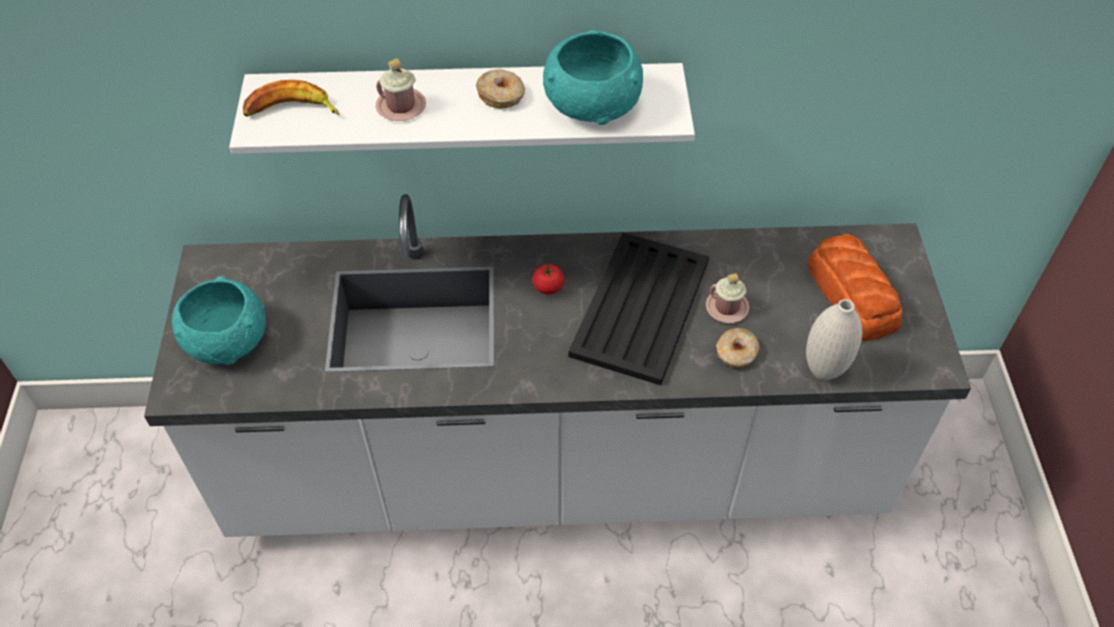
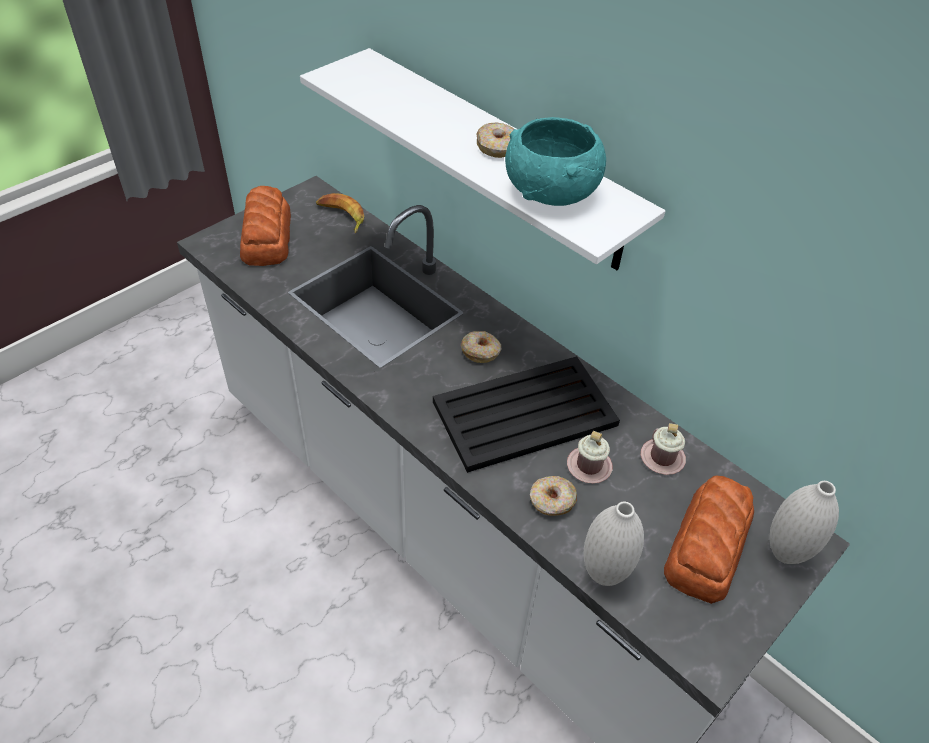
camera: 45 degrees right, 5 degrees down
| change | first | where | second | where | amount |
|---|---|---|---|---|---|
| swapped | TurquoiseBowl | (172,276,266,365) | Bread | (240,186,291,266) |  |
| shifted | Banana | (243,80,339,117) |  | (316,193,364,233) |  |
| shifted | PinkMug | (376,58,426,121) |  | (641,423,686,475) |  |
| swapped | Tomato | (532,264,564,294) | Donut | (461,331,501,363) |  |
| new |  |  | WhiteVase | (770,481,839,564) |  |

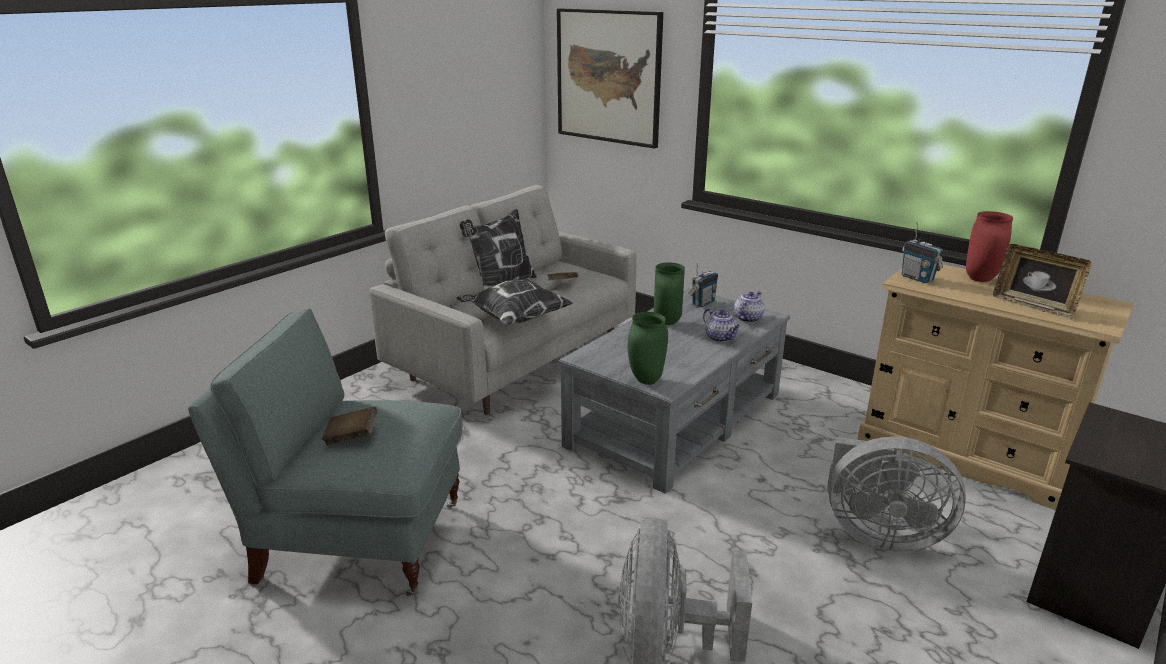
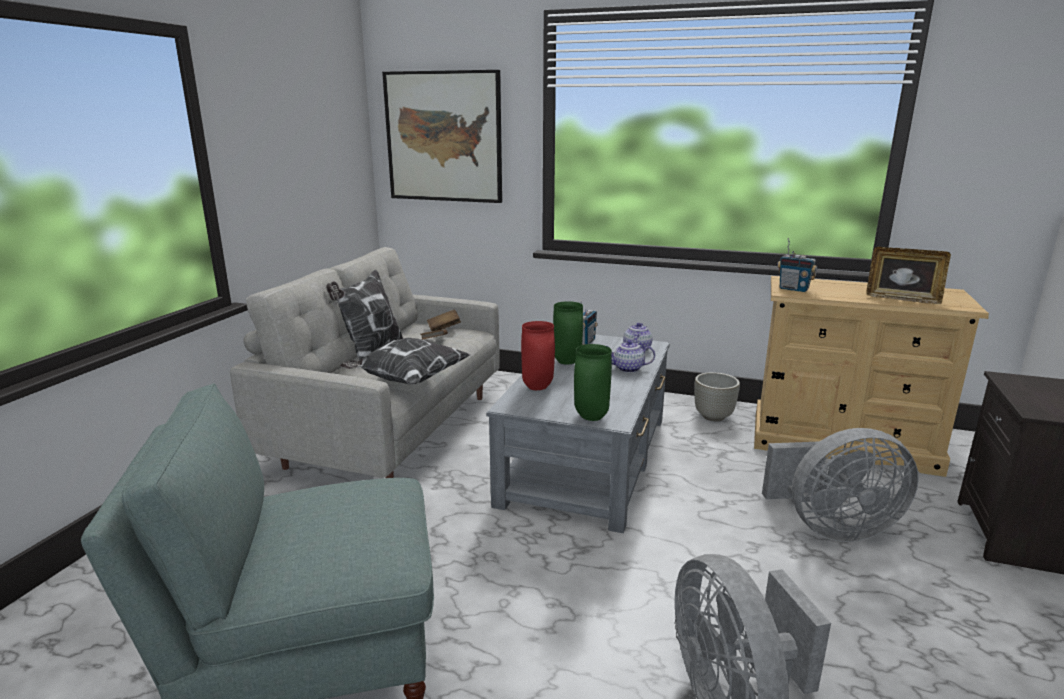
camera: 20 degrees left, 5 degrees down
| change | first | where | second | where | amount |
|---|---|---|---|---|---|
| shifted | BrownBook | (322,407,377,445) |  | (427,309,461,331) |  |
| rotated | Teapot | (703,309,741,342) |  | (607,340,655,373) | 150 degrees clockwise |
| shifted | RedVase | (966,211,1013,282) |  | (521,321,555,390) |  |
| new |  |  | GreyPlanter | (694,372,740,421) |  |

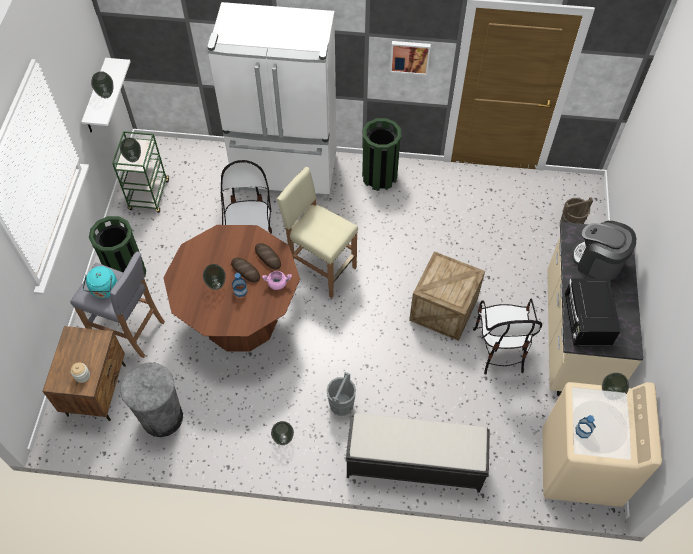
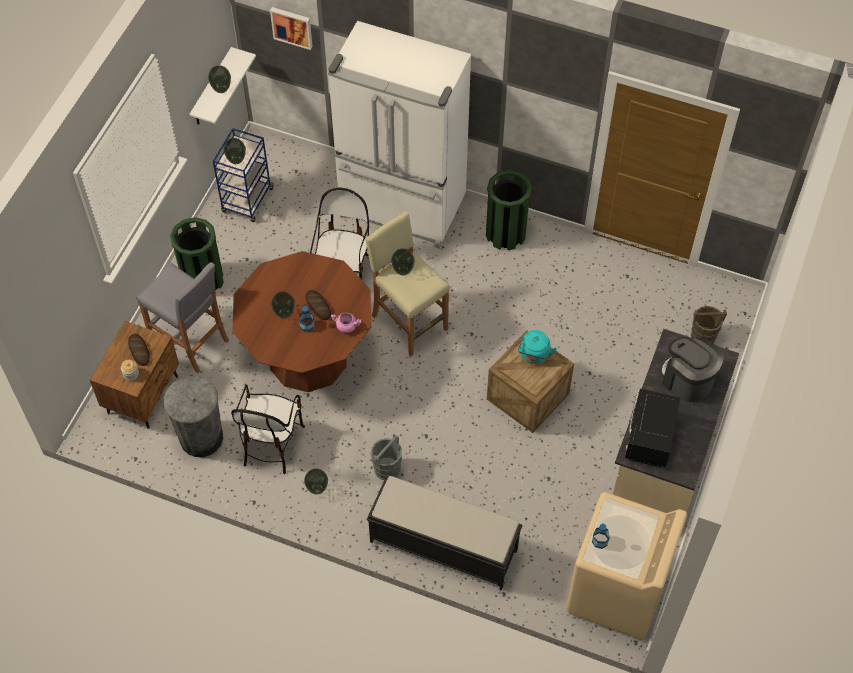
camera: 15 degrees right, 0 degrees up
| change | first | where | second | where | amount |
|---|---|---|---|---|---|
| shifted | TurquoiseKettle | (83,266,117,299) |  | (518,330,557,364) |  |
| repainted | GreenCart | (112,131,169,213) | BlueCart | (213,128,275,222) |  |
| shifted | Bread | (255,243,281,270) |  | (128,334,150,366) |  |
| shifted | Picture | (390,41,431,75) |  | (270,7,313,50) |  |
| shifted | Chair | (473,299,542,375) |  | (231,385,305,474) |  |
| shifted | Vase | (602,373,629,400) |  | (391,248,415,276) |  |

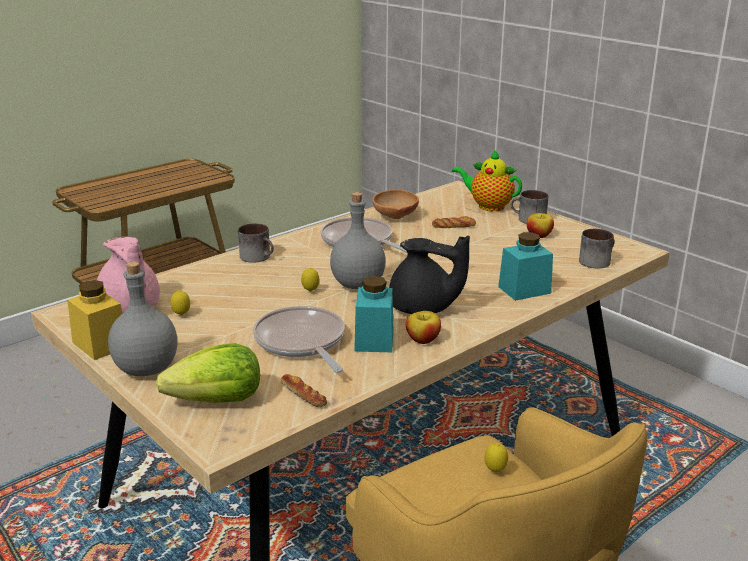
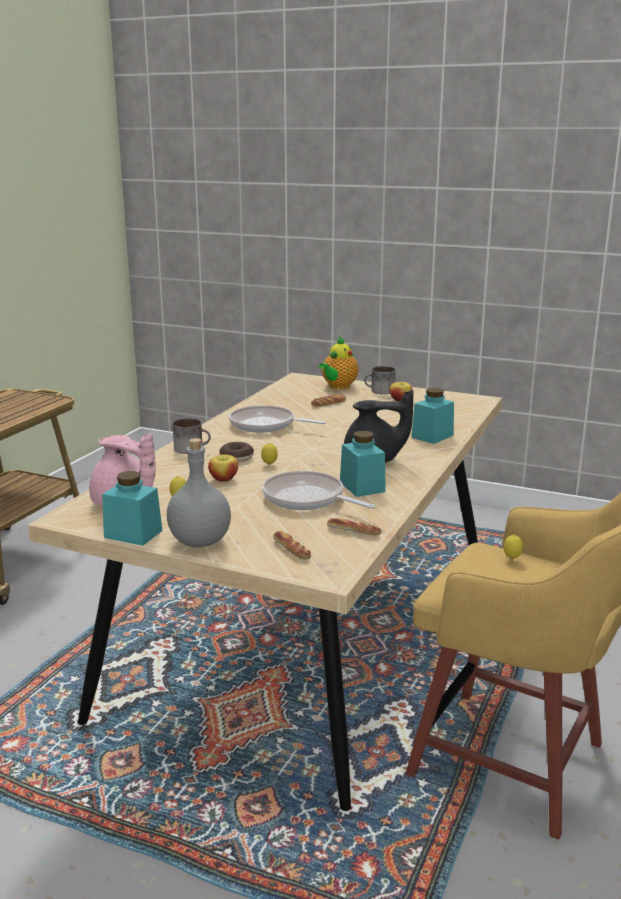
camera: 25 degrees left, 5 degrees down
| change | first | where | second | where | amount |
|---|---|---|---|---|---|
| repainted | YellowJar | (67,280,123,360) | TurquoiseJar | (102,471,163,546) |  |
| swapped | Lettuce | (156,343,260,403) | Bread | (273,531,311,560) |  |
| gone | GreyBottle | (330,192,386,289) |  |  |  |
| gone | BrownBowl | (373,190,419,219) |  |  |  |
| shifted | Apple | (406,311,441,344) |  | (208,454,238,482) |  |
| rotated | Teapot | (452,150,522,211) |  | (319,336,358,389) | 60 degrees counterclockwise |
| gone | Mug | (579,229,615,268) |  |  |  |
| new |  |  | Donut | (219,442,254,462) |  |

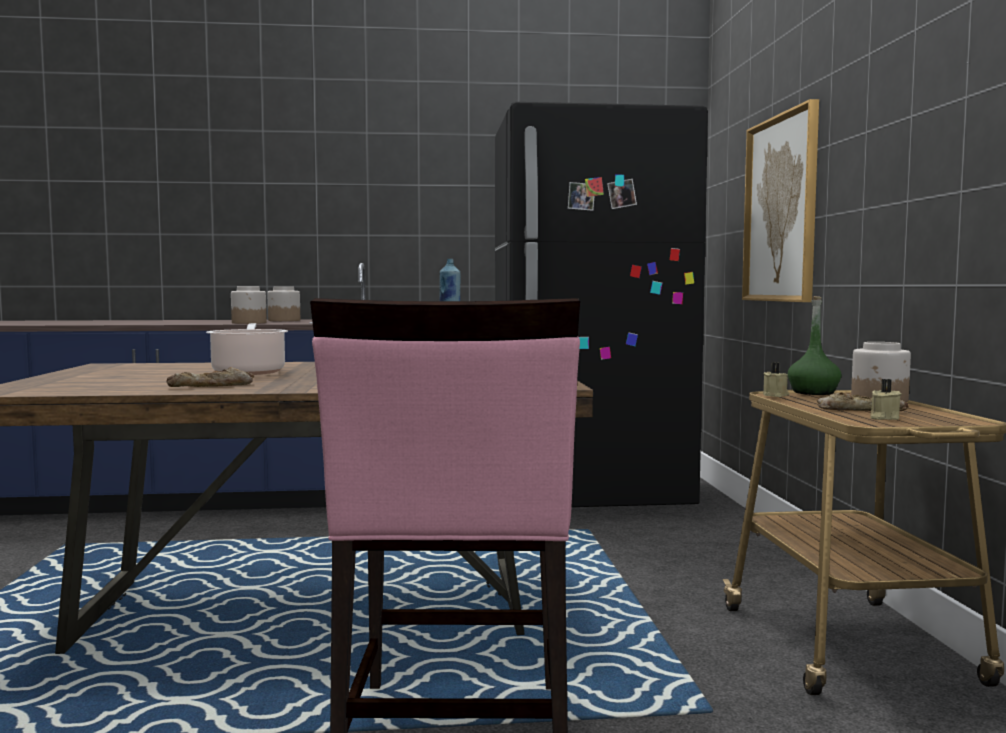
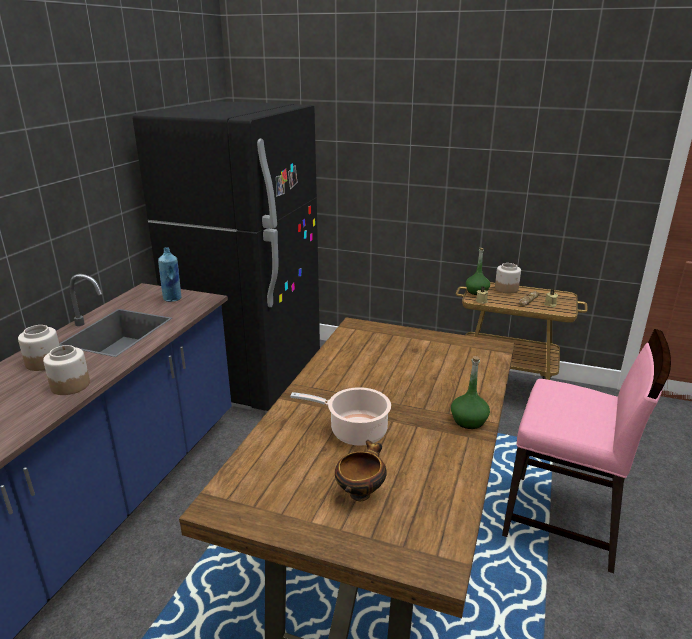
camera: 65 degrees left, 20 degrees up
| change | first | where | second | where | amount |
|---|---|---|---|---|---|
| gone | Bread | (166,367,254,387) |  |  |  |
| gone | Picture | (742,99,819,302) |  |  |  |
| new |  |  | Bowl | (335,440,387,501) |  |
| new |  |  | GreenBottle | (451,356,490,429) |  |

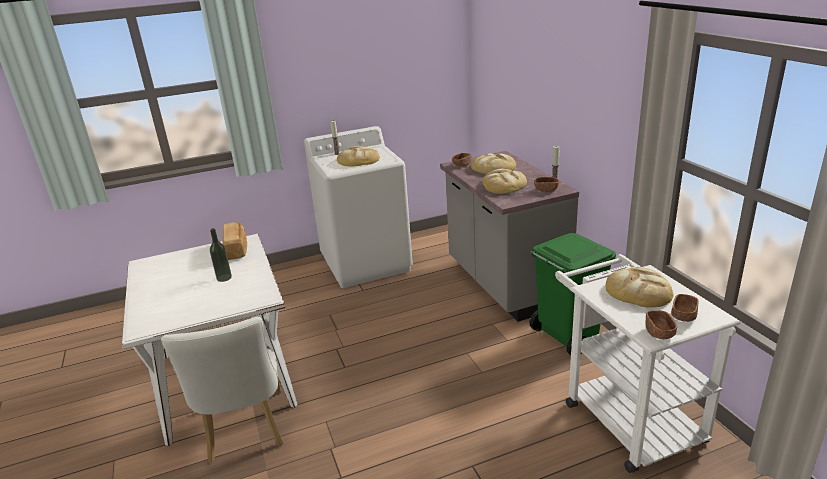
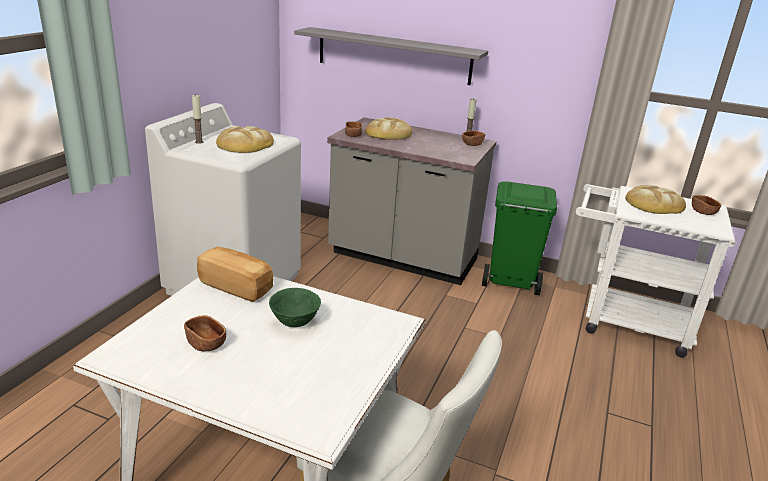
camera: 50 degrees left, 0 degrees up
| change | first | where | second | where | amount |
|---|---|---|---|---|---|
| swapped | Bottle | (210,228,232,282) | GreenBowl | (269,288,321,327) |  |
| gone | Bread | (483,169,527,194) |  |  |  |
| shifted | BrownBowl | (645,310,677,339) |  | (184,315,226,351) |  |
| new |  |  | GreyShelf | (294,27,488,85) |  |

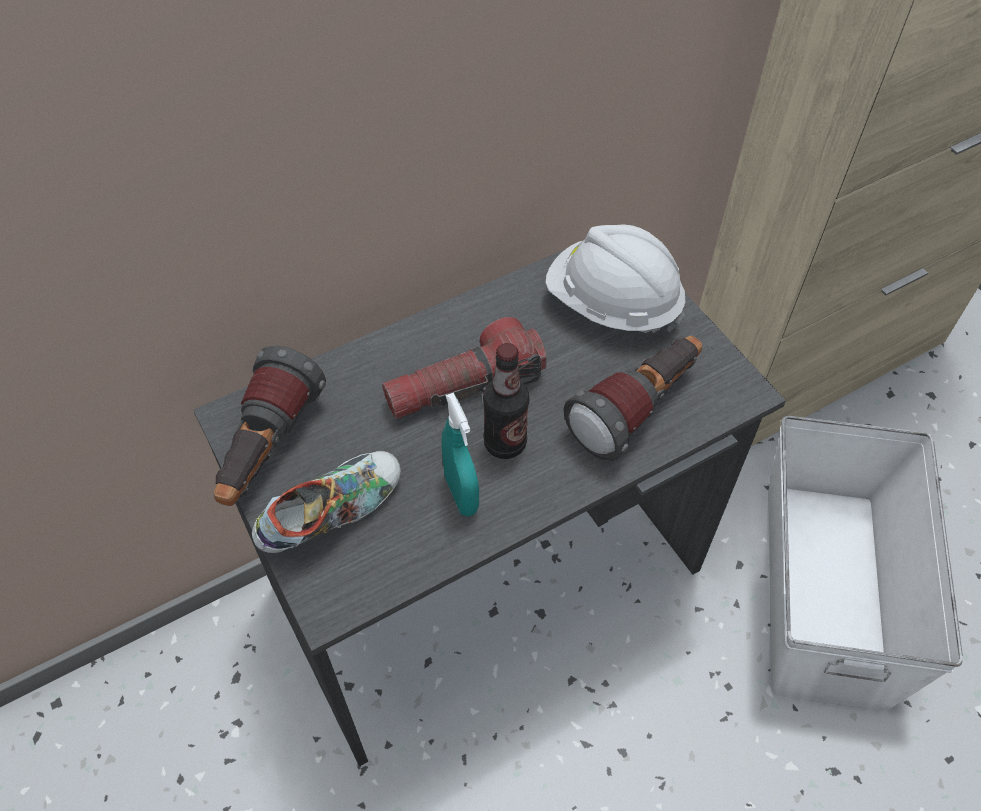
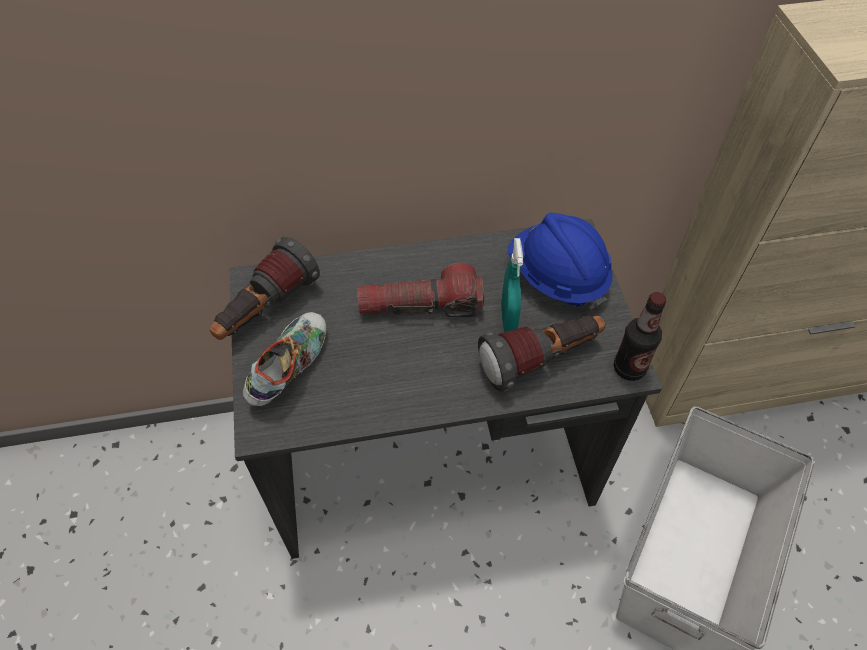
camera: 20 degrees right, 0 degrees up
| change | first | where | second | where | amount |
|---|---|---|---|---|---|
| rotated | Shoe | (252,451,401,553) |  | (243,312,327,406) | 45 degrees counterclockwise |
| shifted | TurquoiseSprayBottle | (441,393,479,517) |  | (501,238,523,332) |  |
| shifted | Bottle | (483,343,529,459) |  | (614,292,667,381) |  |
| repainted | WhiteHardHat | (546,224,685,333) | BlueHardHat | (508,213,612,309) |  |

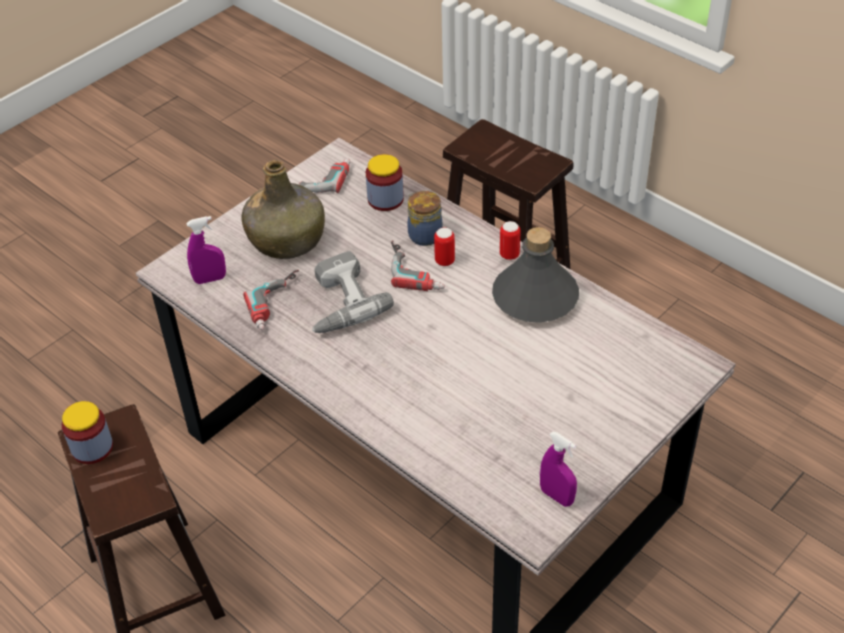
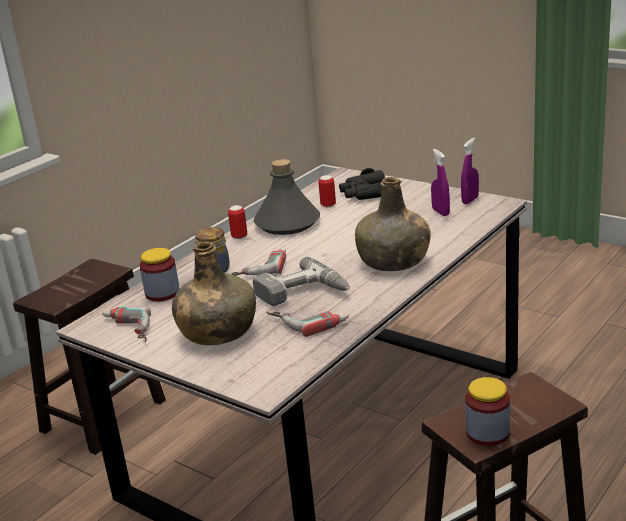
camera: 95 degrees left, 20 degrees down
| change | first | where | second | where | amount |
|---|---|---|---|---|---|
| shifted | PurpleSprayBottle | (186,216,226,284) |  | (431,149,450,216) |  |
| shifted | Can | (434,227,455,266) |  | (318,175,336,207) |  |
| new |  |  | BlackBinoculars | (339,168,385,200) |  |
| new |  |  | GreenBottle | (355,177,431,271) |  |

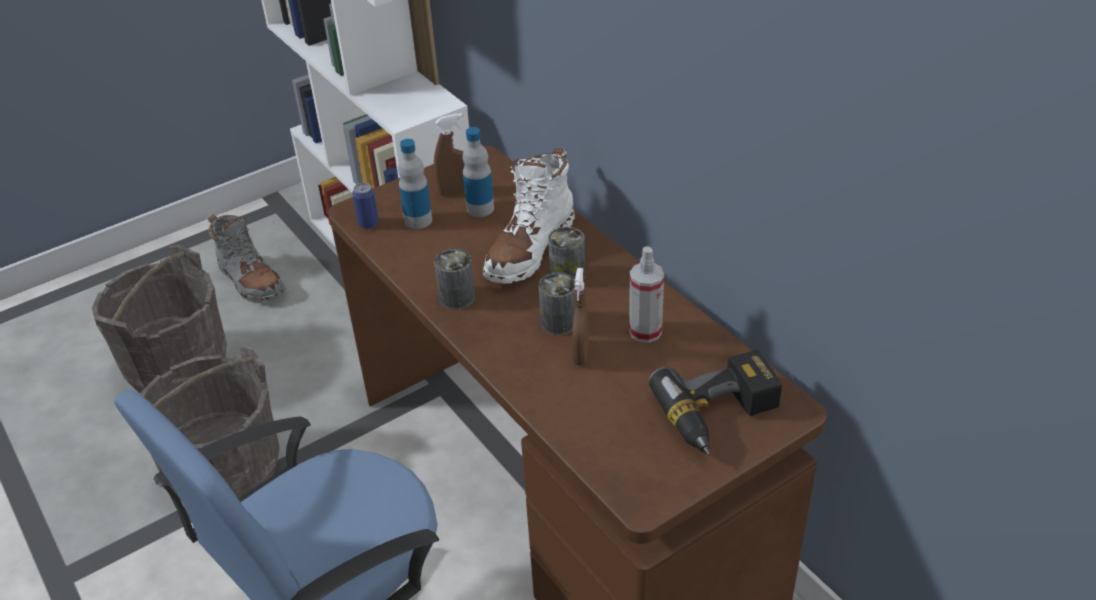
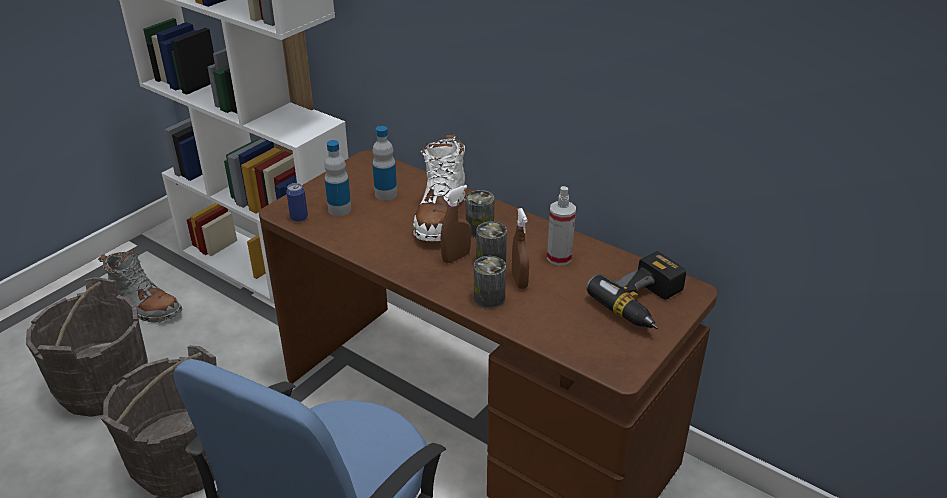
camera: 20 degrees left, 5 degrees down
| change | first | where | second | where | amount |
|---|---|---|---|---|---|
| shifted | BrownSprayBottle | (434,113,465,196) |  | (440,185,471,263) |  |
| shifted | Can | (434,249,475,310) |  | (474,256,506,309) |  |

